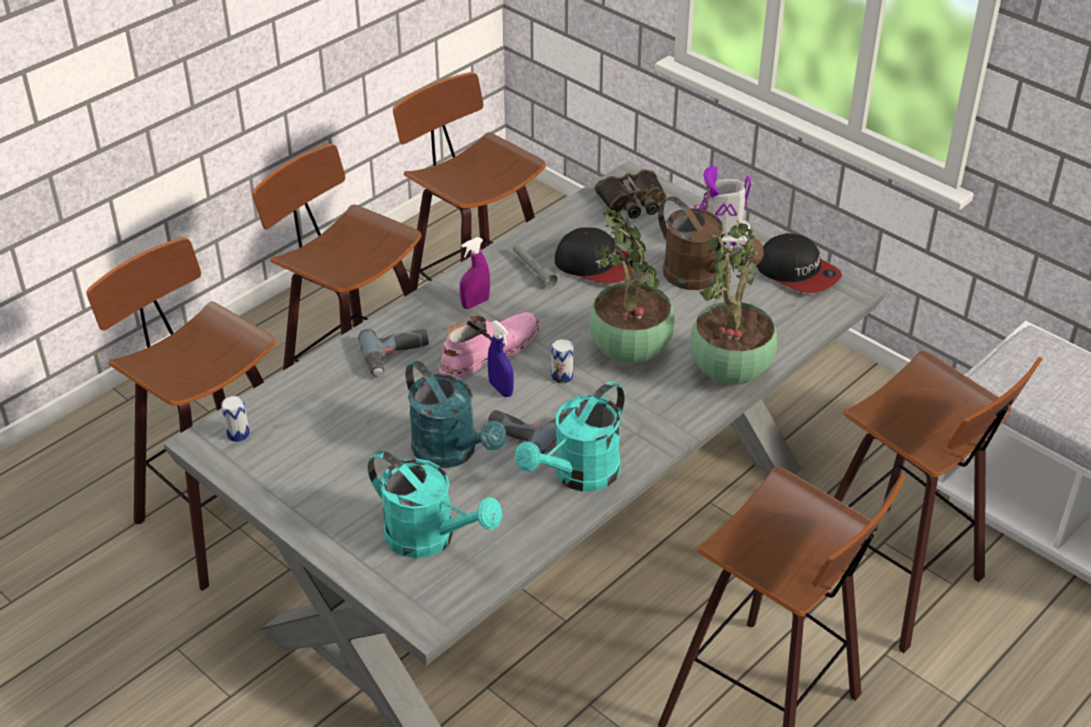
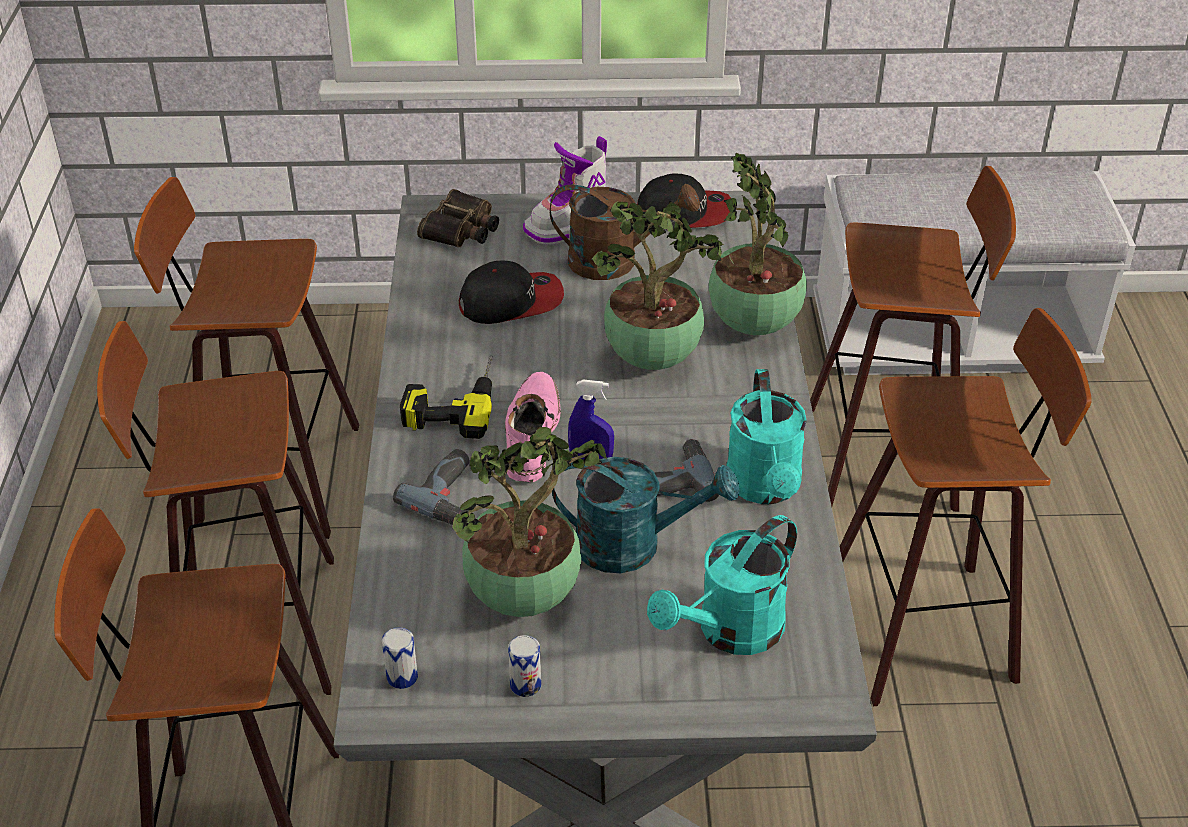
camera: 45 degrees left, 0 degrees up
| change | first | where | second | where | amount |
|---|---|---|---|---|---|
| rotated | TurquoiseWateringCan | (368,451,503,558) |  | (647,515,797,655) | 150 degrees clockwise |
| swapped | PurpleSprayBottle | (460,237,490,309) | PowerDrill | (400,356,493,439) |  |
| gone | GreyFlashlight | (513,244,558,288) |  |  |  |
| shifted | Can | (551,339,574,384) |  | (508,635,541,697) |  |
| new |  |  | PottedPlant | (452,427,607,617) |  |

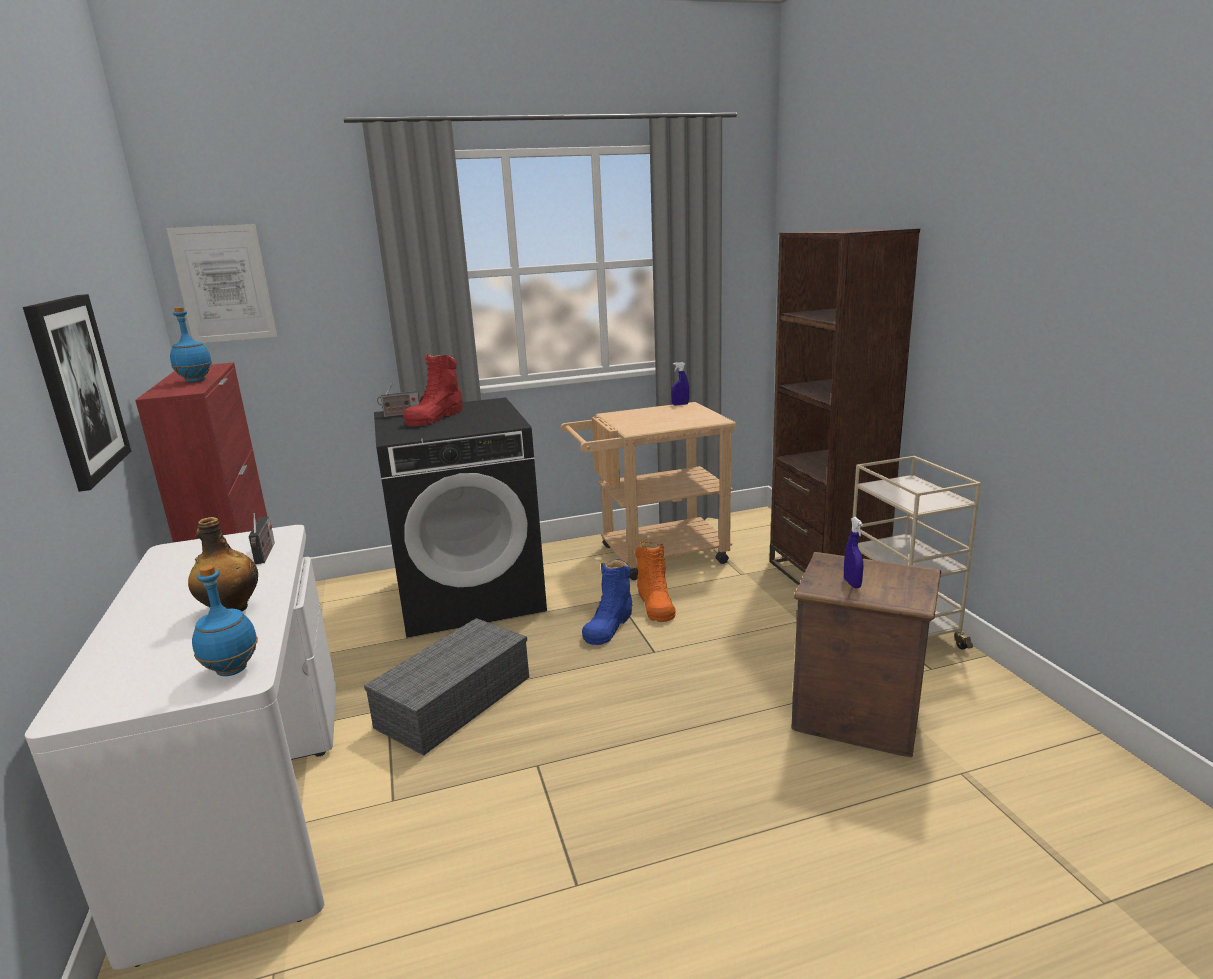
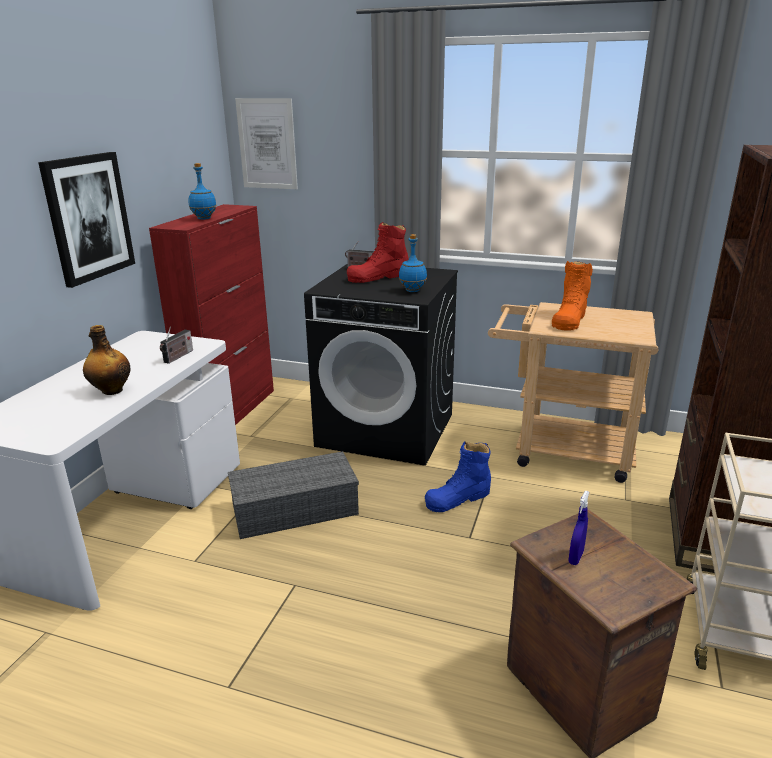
camera: 35 degrees right, 5 degrees up
| change | first | where | second | where | amount |
|---|---|---|---|---|---|
| shifted | BlueBottle | (192,565,258,676) |  | (399,234,427,292) |  |
| shifted | OrangeBoot | (635,542,676,622) |  | (552,261,593,331) |  |
| gone | BlueSprayBottle | (671,362,689,405) |  |  |  |

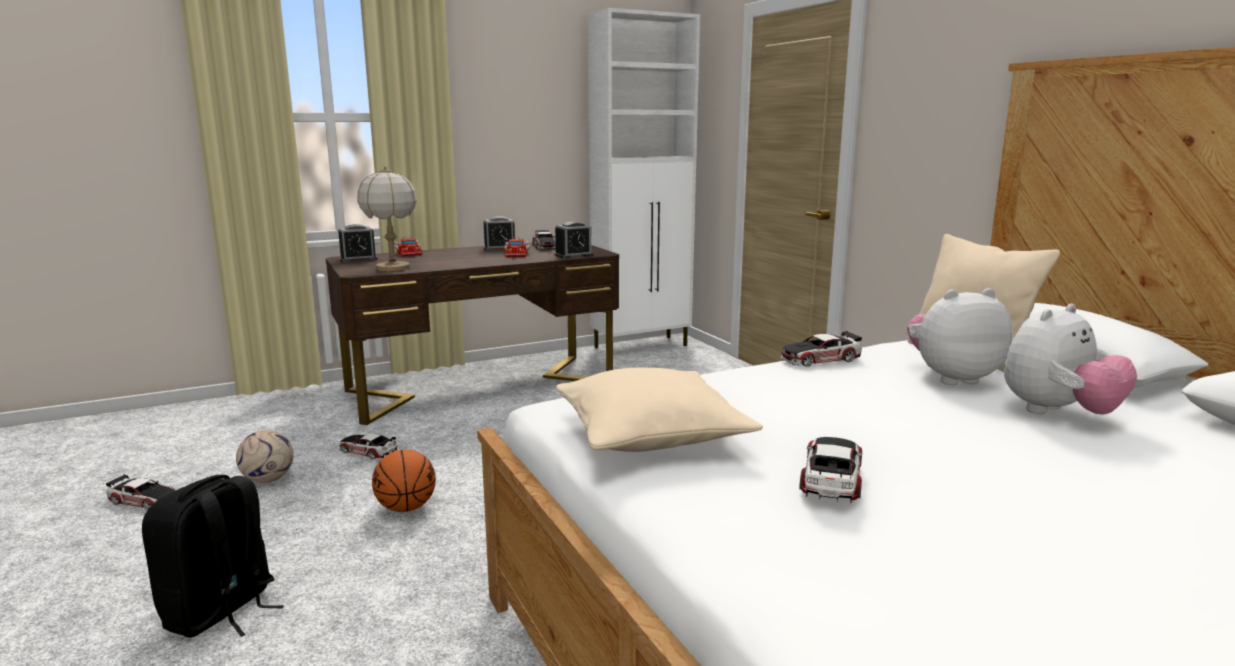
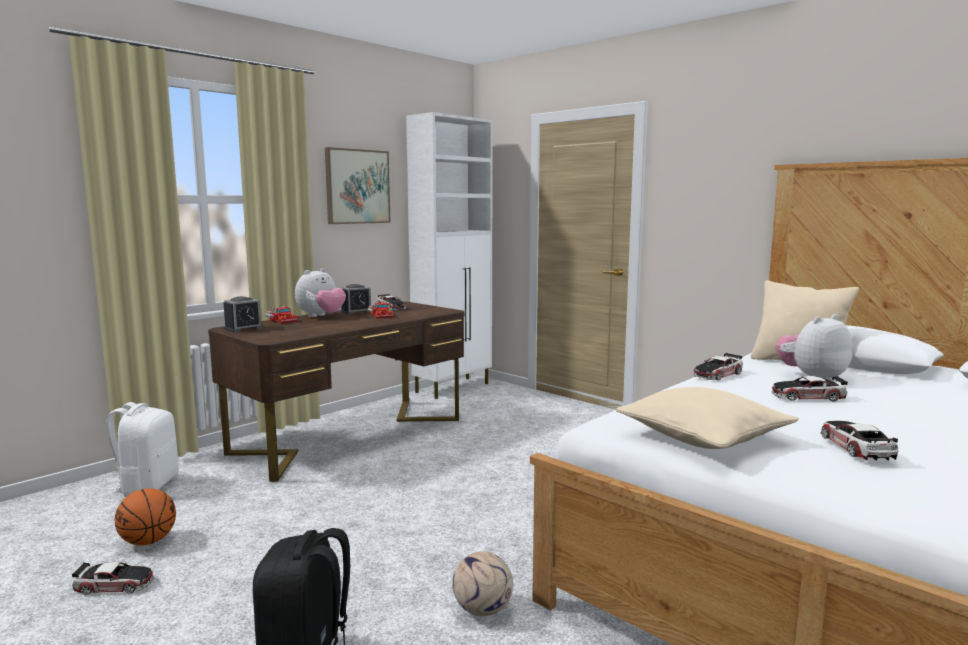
camera: 20 degrees left, 5 degrees down
| change | first | where | second | where | amount |
|---|---|---|---|---|---|
| shifted | Football | (236,430,294,483) |  | (452,552,513,616) |  |
| shifted | ToyCar | (339,433,397,459) |  | (771,376,848,401) |  |
| gone | TableLamp | (357,166,417,271) |  |  |  |
| shifted | Basketball | (372,449,436,512) |  | (115,488,176,546) |  |
| gone | AlarmClock | (554,222,593,259) |  |  |  |
| shifted | PlushToy | (1004,304,1137,415) |  | (295,268,346,317) |  |
| new |  |  | WhiteBackpack | (105,402,179,497) |  |
| new |  |  | Picture | (325,147,391,224) |  |

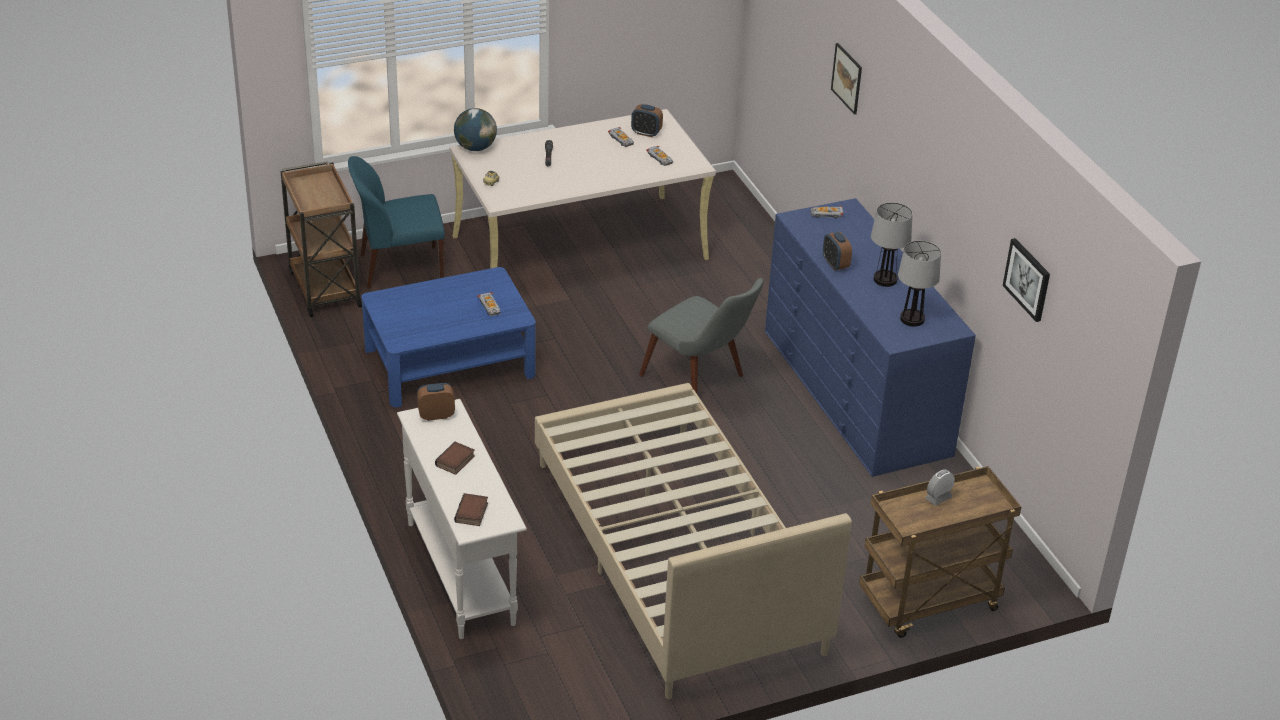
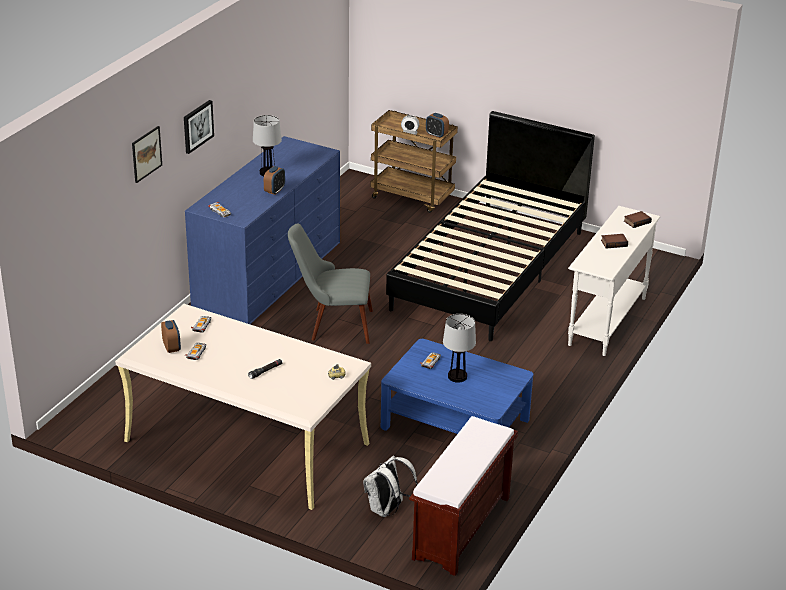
camera: 130 degrees left, 5 degrees down
| change | first | where | second | where | amount |
|---|---|---|---|---|---|
| swapped | BrownCart | (280,161,362,317) | BrownBench | (409,416,518,576) |  |
| swapped | BlueChair | (348,156,445,288) | WhiteBackpack | (363,455,418,517) |  |
| shifted | AlarmClock | (417,383,455,421) |  | (426,113,449,138) |  |
| gone | Globe | (454,108,497,151) |  |  |  |
| repainted | BeigeBed | (535,383,852,699) | BlackBed | (386,111,595,341) |  |
| rotated | GreyChair | (639,278,764,394) |  | (288,223,373,344) | 90 degrees counterclockwise |
| shifted | TableLamp | (898,241,941,327) |  | (443,314,476,383) |  |
| shifted | Picture | (1003,238,1050,322) |  | (184,100,214,154) |  |

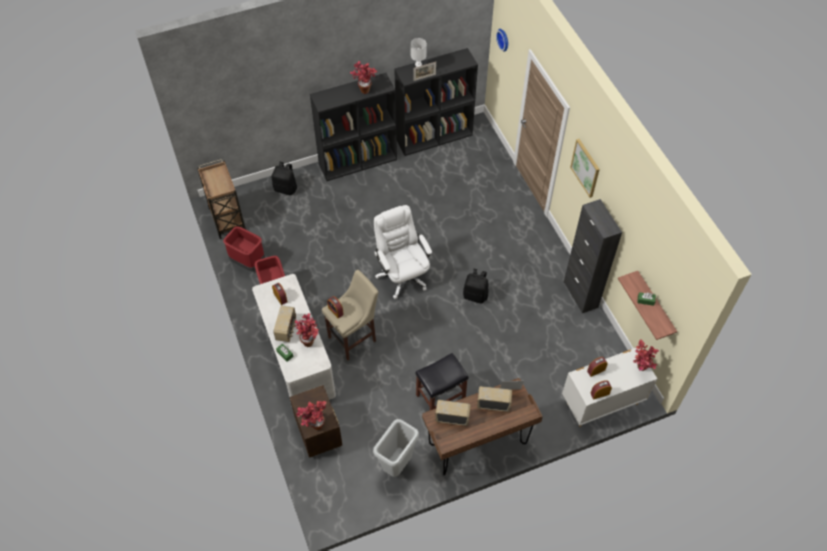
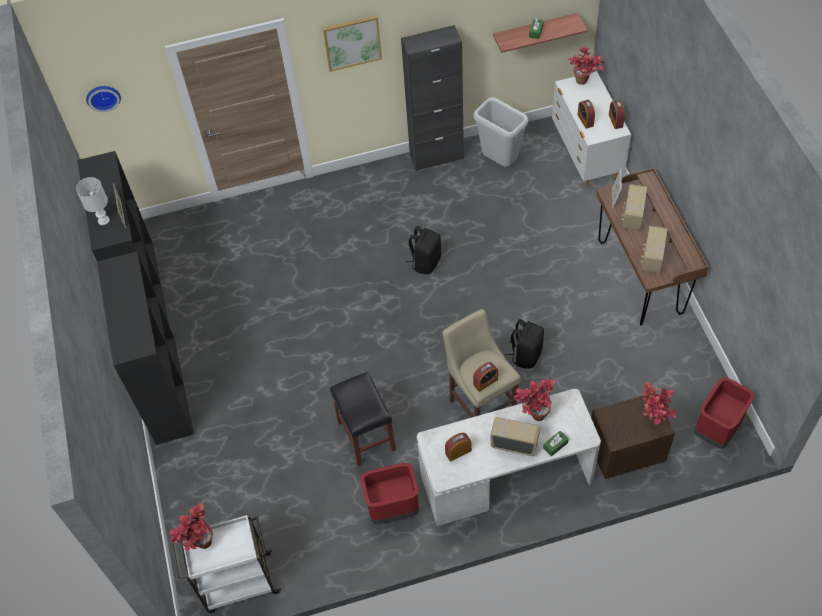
camera: 80 degrees left, 0 degrees up
| change | first | where | second | where | amount |
|---|---|---|---|---|---|
| repainted | BrownCart | (197,159,246,239) | WhiteCart | (173,514,281,613) |  |
| shifted | RedTrashCan | (223,226,265,271) |  | (695,377,754,449) |  |
| shifted | BlackBackpack | (271,162,297,195) |  | (505,319,544,369) |  |
| shifted | PottedPlant | (350,61,377,94) |  | (169,503,213,551) |  |
| shifted | GreyTrashCan | (373,419,419,477) |  | (473,97,528,167) |  |
| gone | WhiteOfficeChair | (374,205,432,299) |  |  |  |
| shifted | BlackStool | (416,353,468,410) |  | (330,372,396,466) |  |

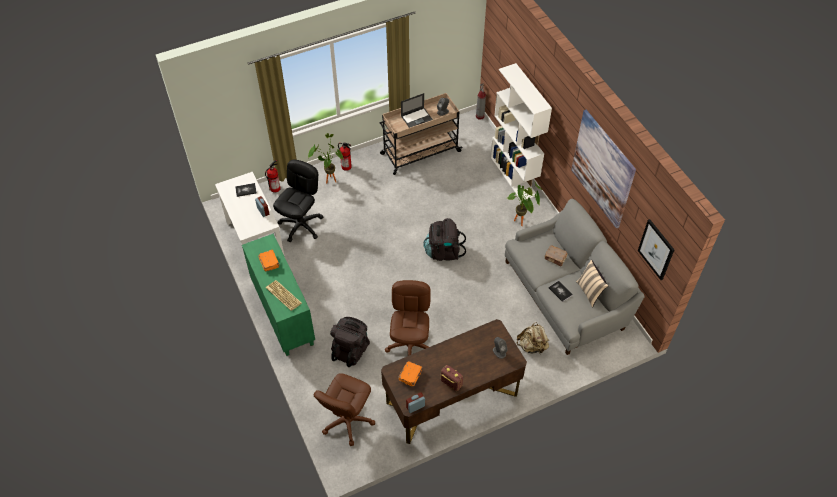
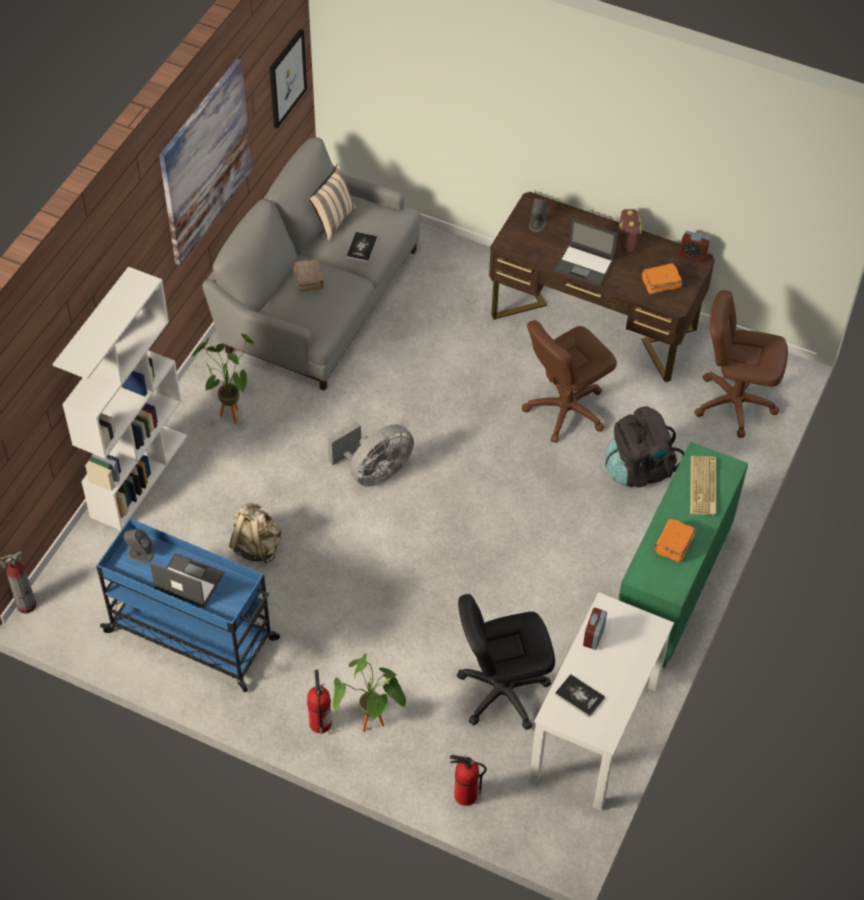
camera: 130 degrees left, 0 degrees up
| change | first | where | second | where | amount |
|---|---|---|---|---|---|
| rotated | BrownOfficeChair | (314,373,375,446) |  | (694,290,788,438) | 150 degrees counterclockwise |
| repainted | BeigeCart | (380,93,462,175) | BlueCart | (96,518,280,693) |  |
| swapped | BlackBackpack | (424,218,466,261) | GreyFan | (328,421,414,486) |  |
| shifted | BeigeBackpack | (517,322,549,355) |  | (229,503,281,564) |  |
| new |  |  | Laptop | (554,218,618,287) |  |

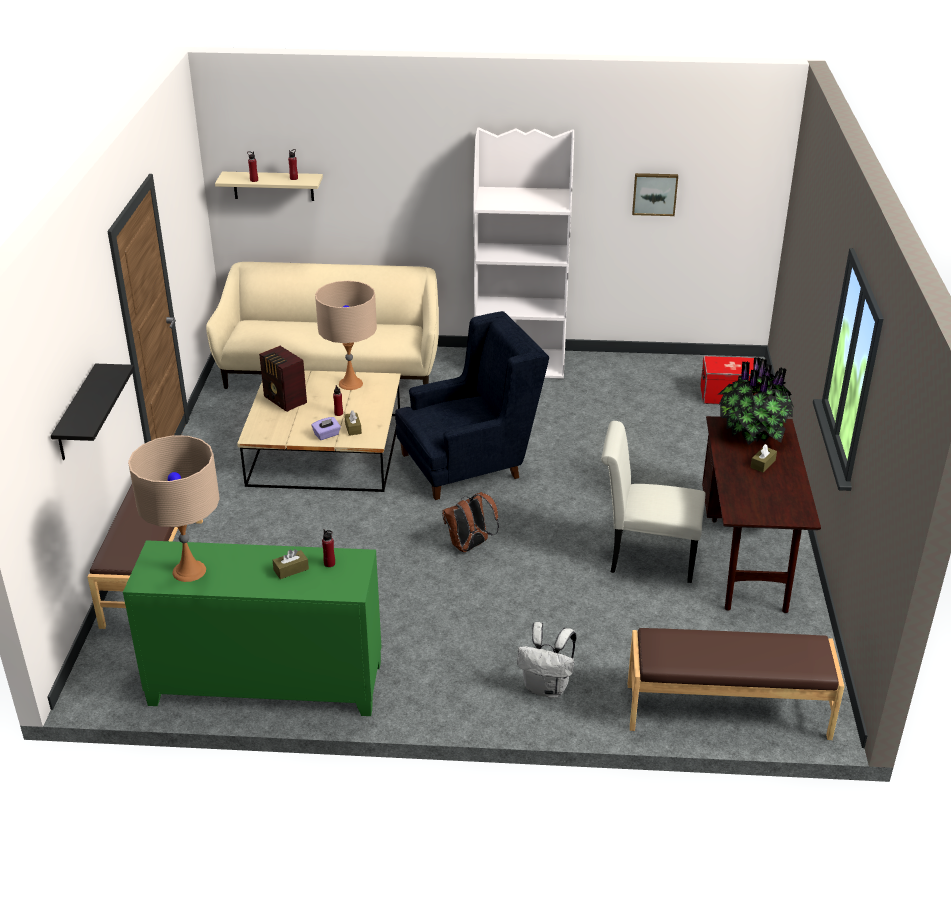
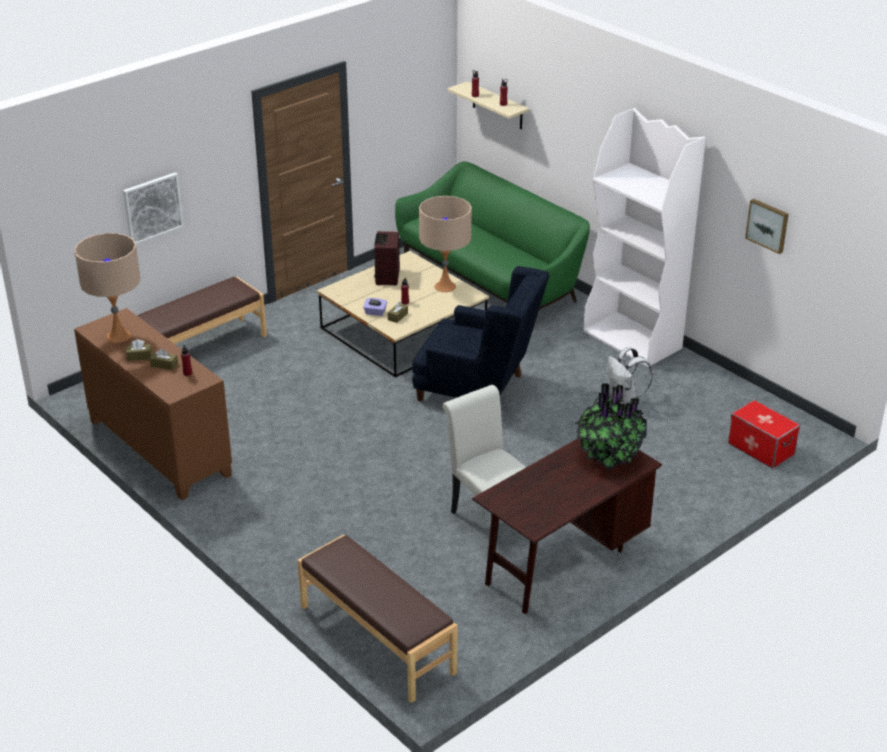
camera: 45 degrees right, 0 degrees up
| change | first | where | second | where | amount |
|---|---|---|---|---|---|
| swapped | BlackShelf | (51,364,135,460) | Picture | (123,172,184,244) |  |
| repainted | GreenCabinet | (123,540,381,716) | BrownCabinet | (74,308,232,500) |  |
| repainted | BeigeSofa | (206,262,439,389) | GreenSofa | (395,162,590,310) |  |
| gone | BrownBackpack | (442,492,499,552) |  |  |  |
| shifted | WhiteBackpack | (517,622,577,698) |  | (606,347,653,404) |  |
| shifted | BrownTissueBox | (750,444,777,473) |  | (126,339,152,361) |  |

